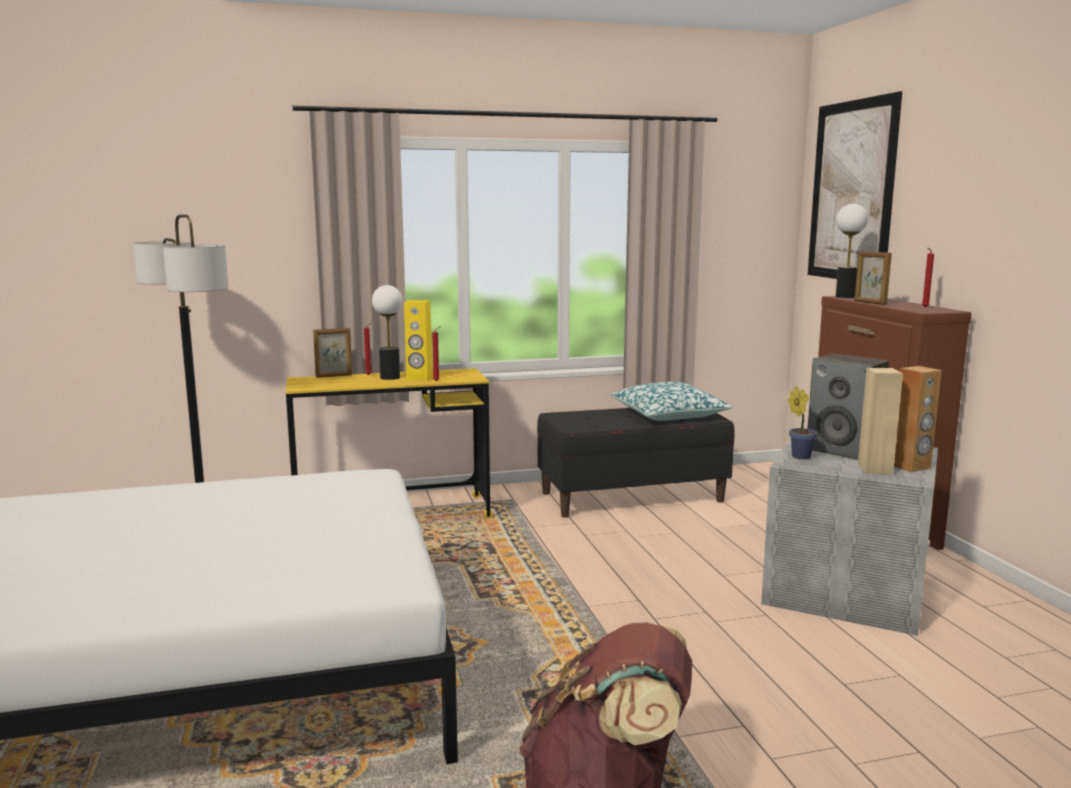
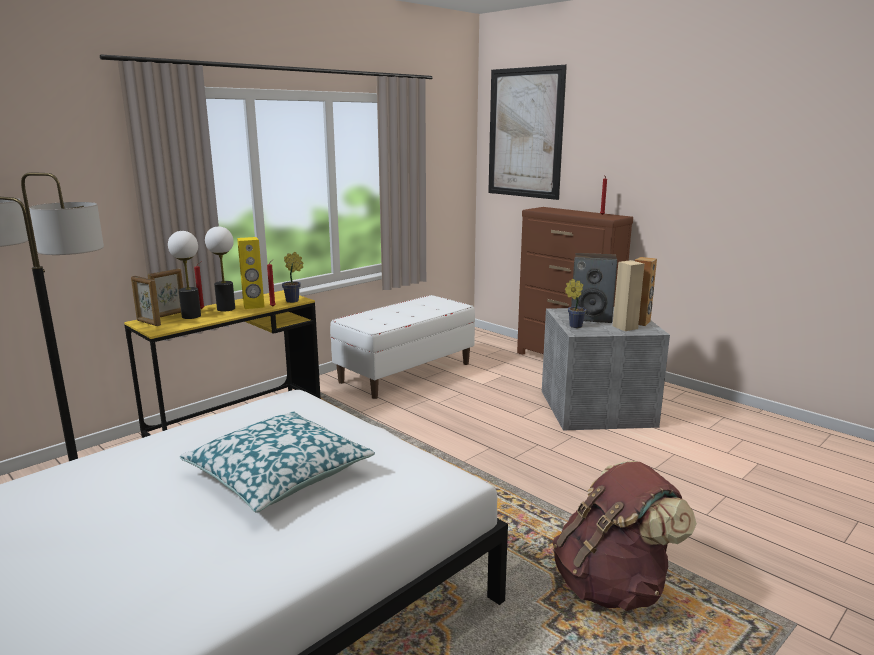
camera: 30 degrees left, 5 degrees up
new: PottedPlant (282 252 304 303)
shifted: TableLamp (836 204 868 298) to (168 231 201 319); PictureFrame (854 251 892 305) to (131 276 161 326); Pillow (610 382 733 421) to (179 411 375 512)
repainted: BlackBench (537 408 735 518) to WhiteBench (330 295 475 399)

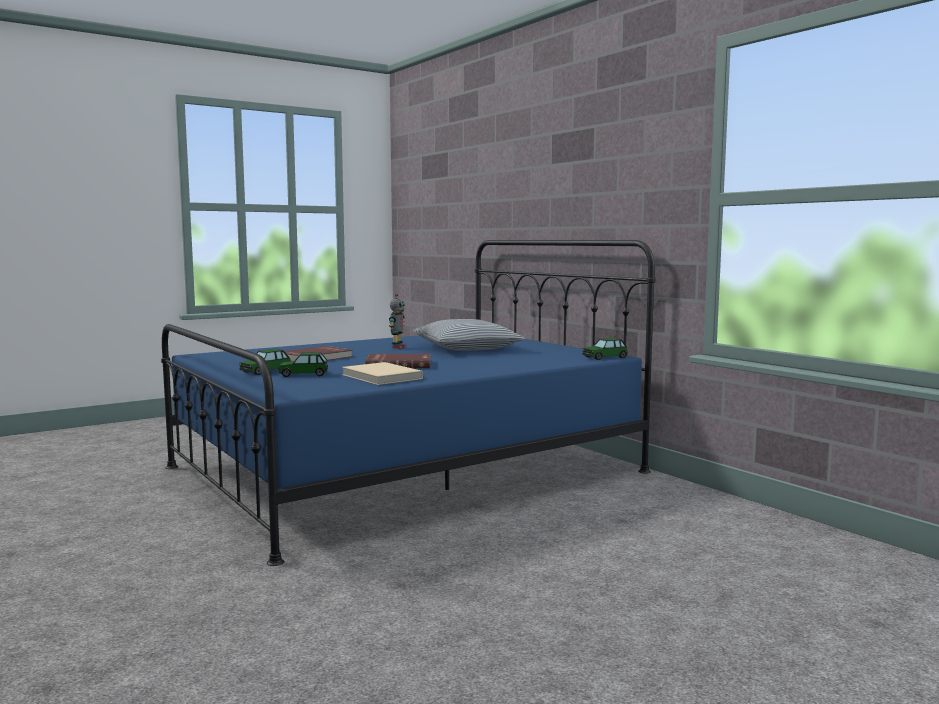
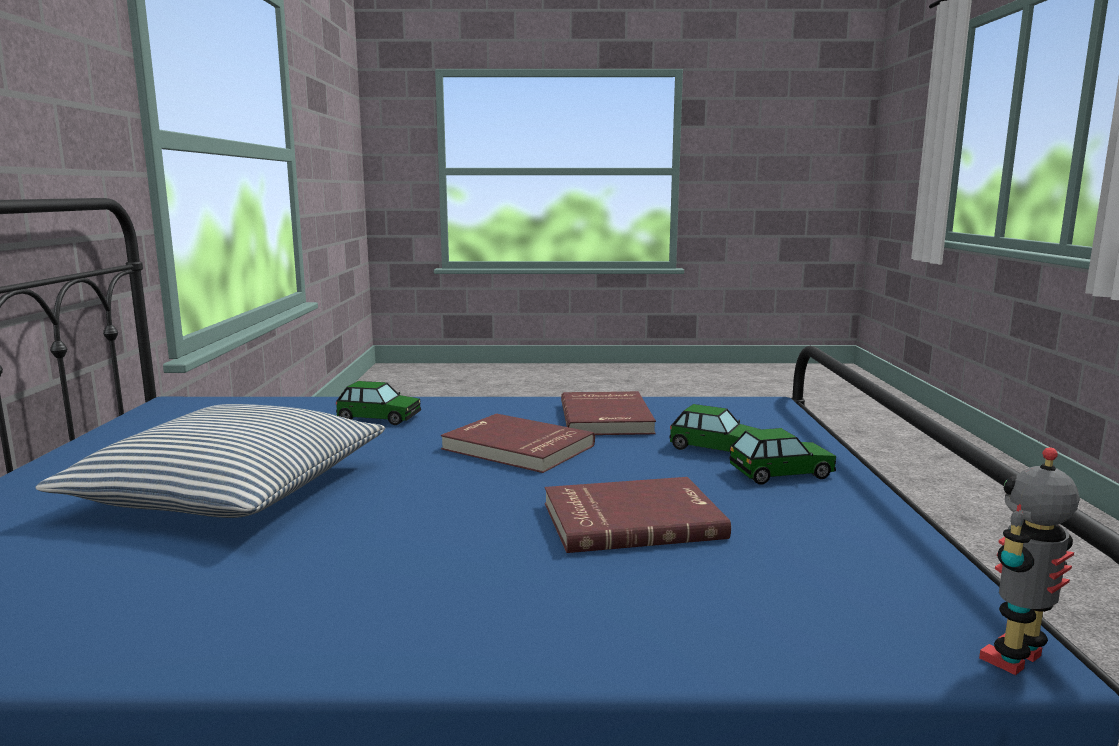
camera: 145 degrees left, 5 degrees up
shifted: ToyRobot (389 294 406 349) to (979 447 1080 675); ToyCar (582 338 628 360) to (336 381 421 425)
repainted: BeigeBook (342 362 423 385) to RedBook (561 391 656 435)

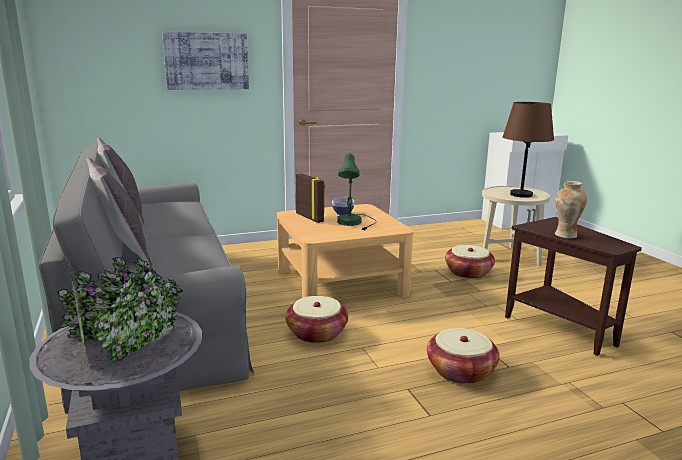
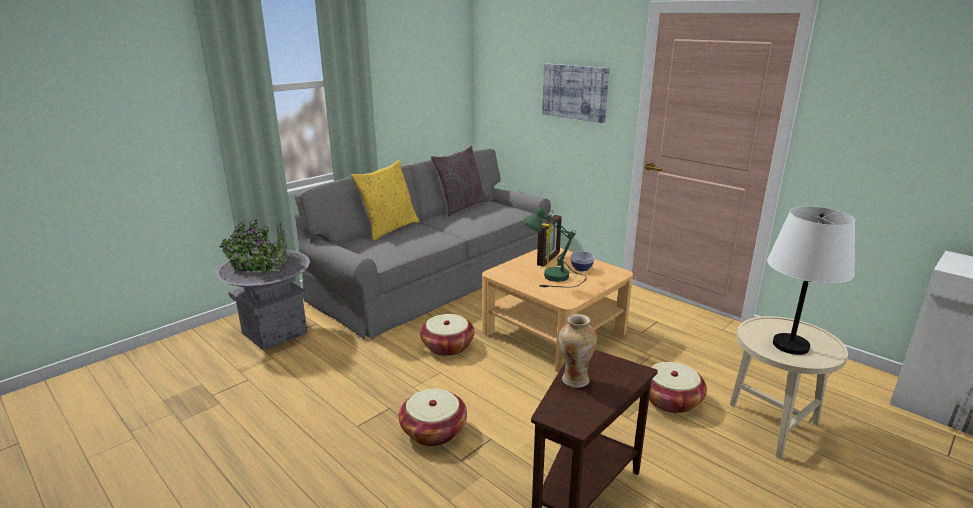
camera: 65 degrees right, 5 degrees up
repainted: BrownTableLamp (503 102 554 198) to WhiteTableLamp (767 206 855 355); GreyPillow (87 157 152 265) to YellowPillow (351 160 419 241)

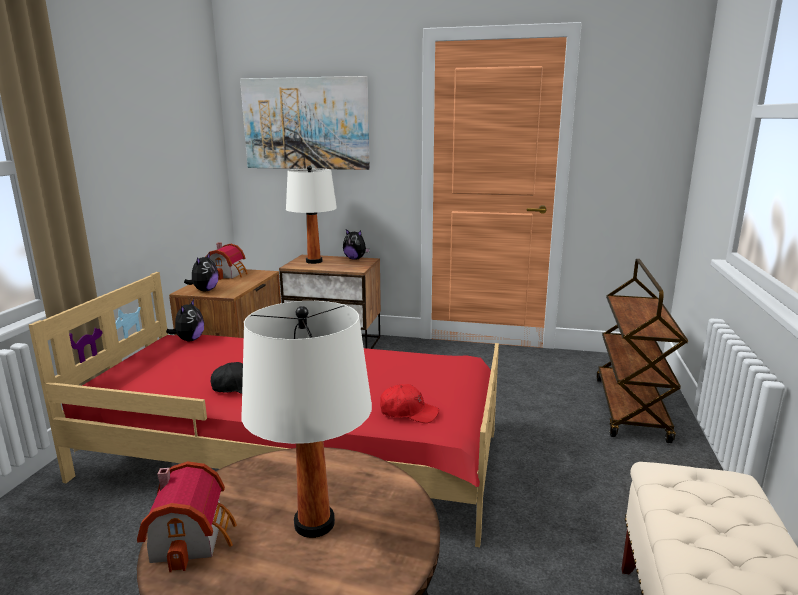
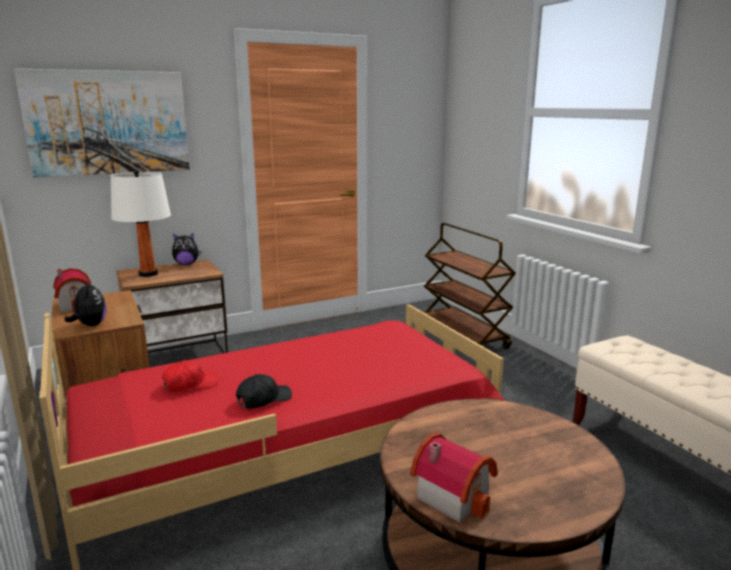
camera: 40 degrees left, 0 degrees up
gone: PlushToy (166 299 204 341); WhiteTableLamp (241 301 372 538)
shifted: RedCap (380 384 439 423) to (162 360 218 392)

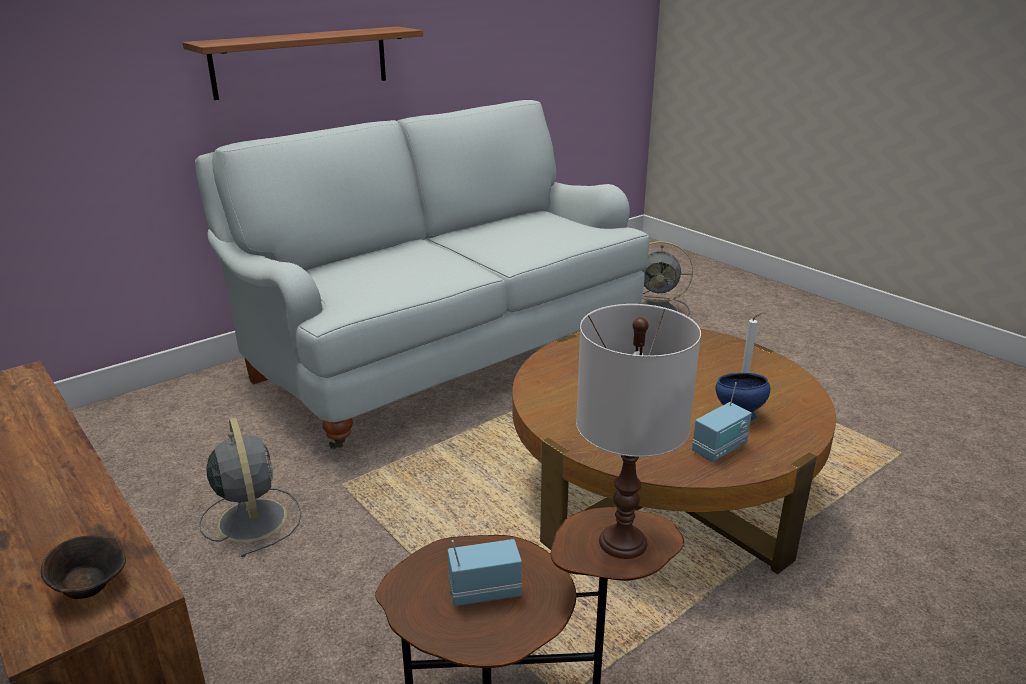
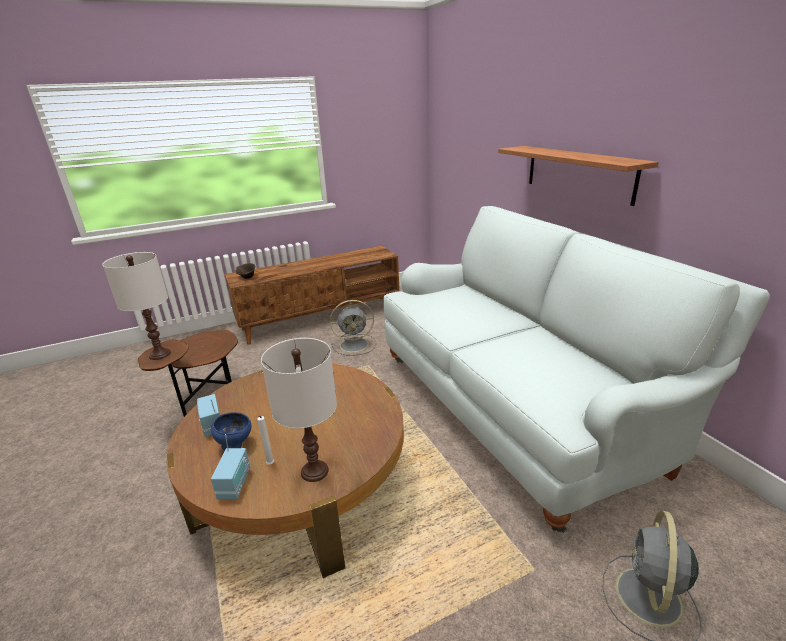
camera: 105 degrees right, 0 degrees up
new: WhiteTableLamp (261 338 337 482)
shifted: Radio (448 539 522 606) to (211 434 250 499)

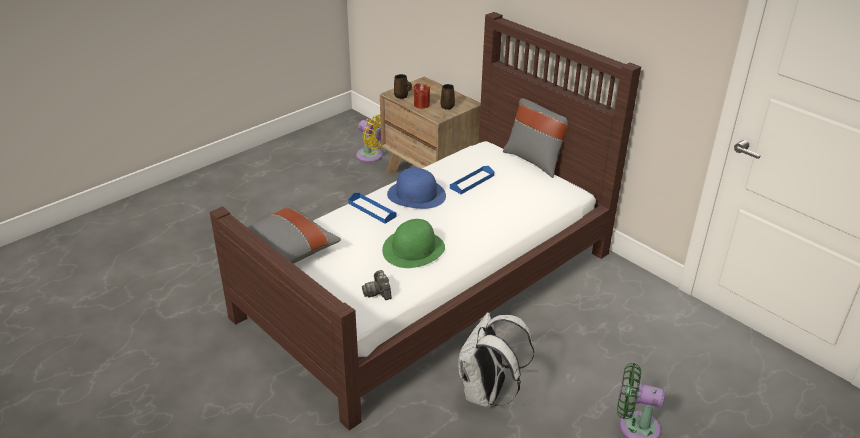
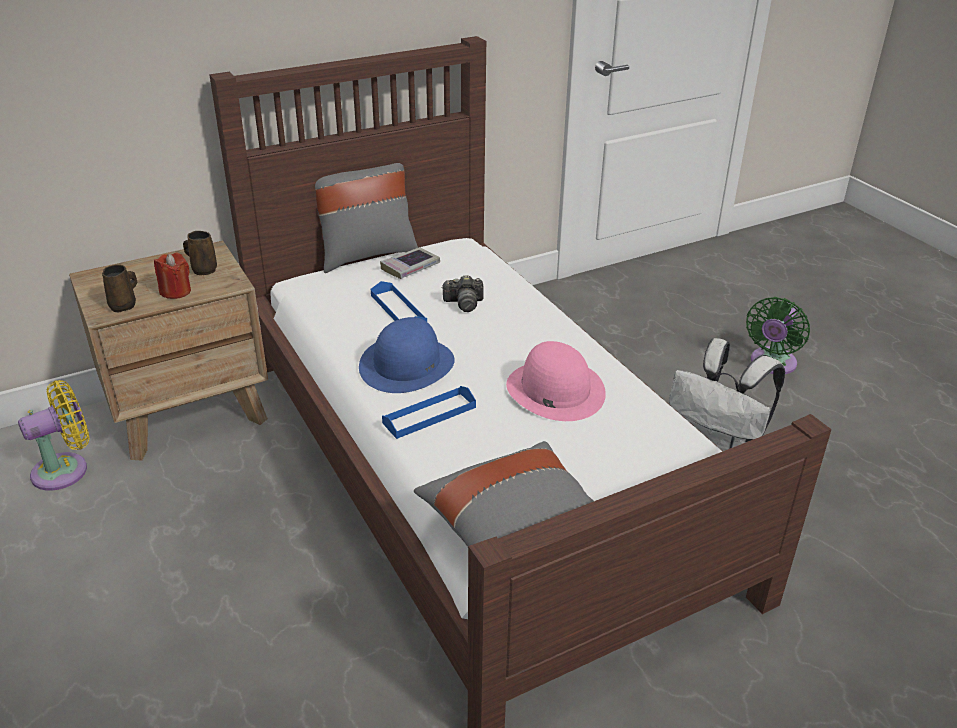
camera: 75 degrees left, 0 degrees up
new: Book (380 247 440 279)
shifted: PhotoCamera (362 270 392 300) to (441 275 484 312)
repainted: GreenHat (382 219 445 268) to PinkHat (506 341 606 421)

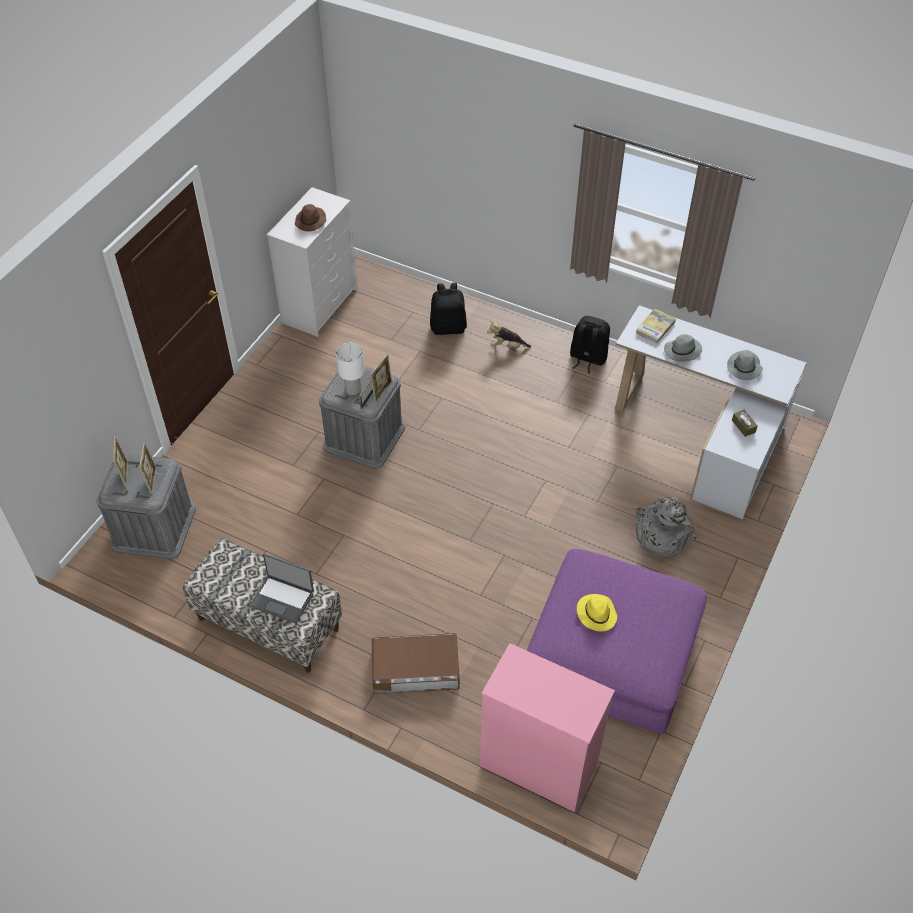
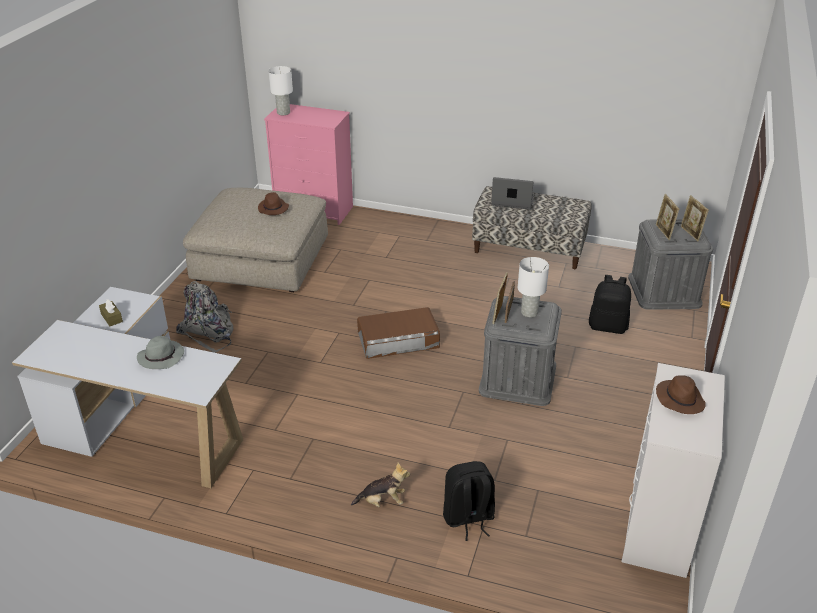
camera: 170 degrees right, 15 degrees down
gone: Book (635 309 676 344); GreyHat (727 350 763 380)
new: WhiteTableLamp (269 66 293 115)
shifted: BlackBackpack (570 316 610 374) to (589 275 631 334); BrownStorageBox (372 633 460 694) to (357 307 440 359)
repainted: PurpleOttoman (527 549 707 734) to BeigeOttoman (183 188 328 292); YellowHat (577 594 617 631) to BrownHat (258 192 289 215)

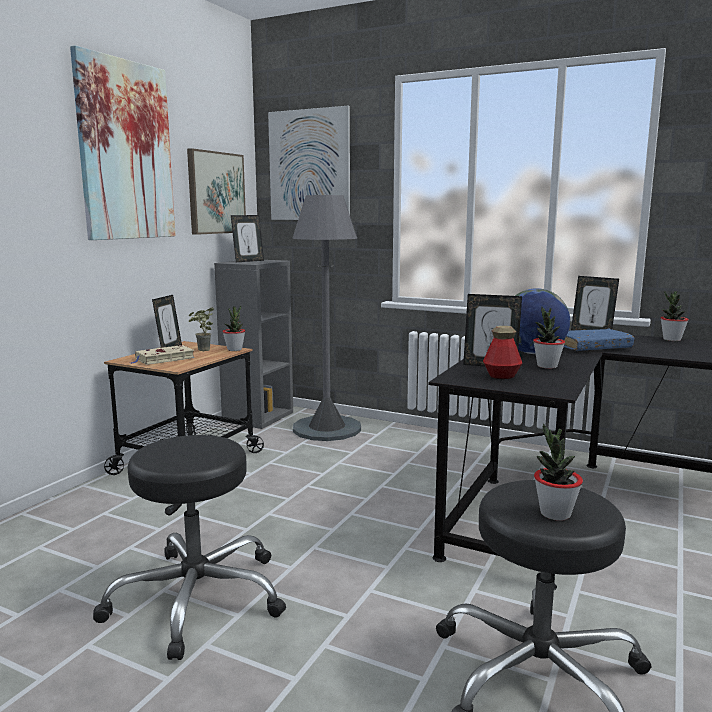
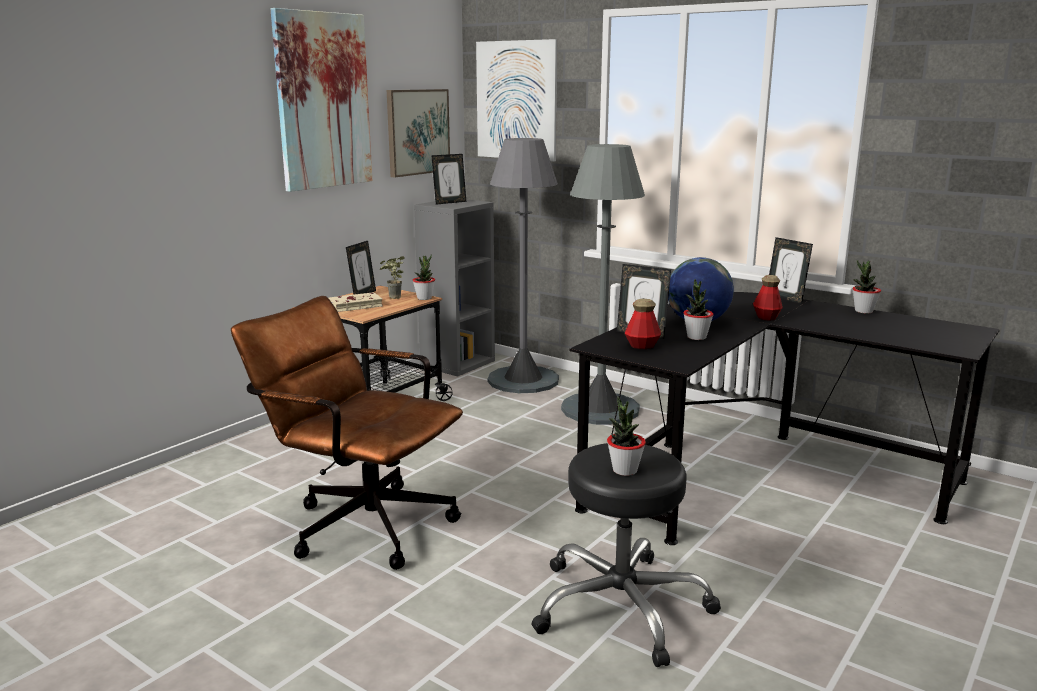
camera: 10 degrees right, 5 degrees up
new: GreyFloorLamp (561 144 645 425)
swapped: BlueBook (564 329 635 351) to Bottle (753 275 783 321); BlackStool (93 435 286 660) to BrownOfficeChair (231 296 463 570)

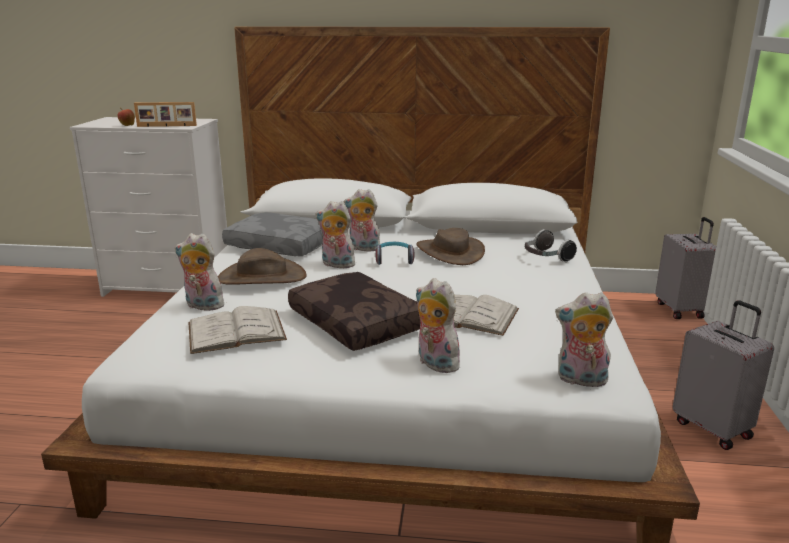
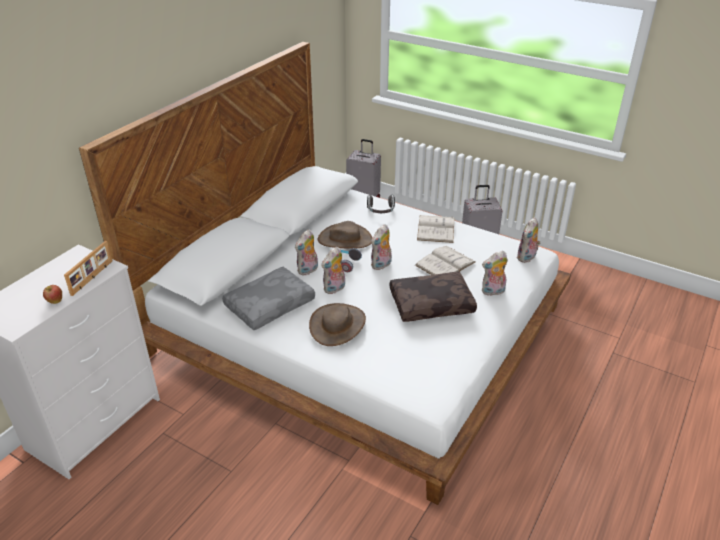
camera: 65 degrees left, 15 degrees up
shifted: PlushToy (175 233 229 311) to (371 224 392 270); WhiteBook (188 306 287 354) to (417 215 454 243)

